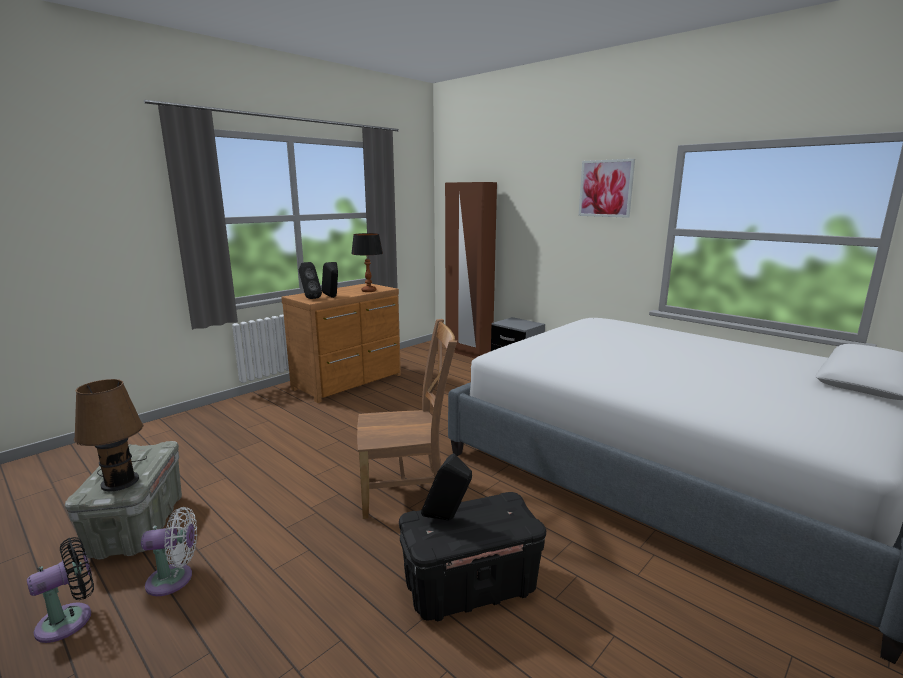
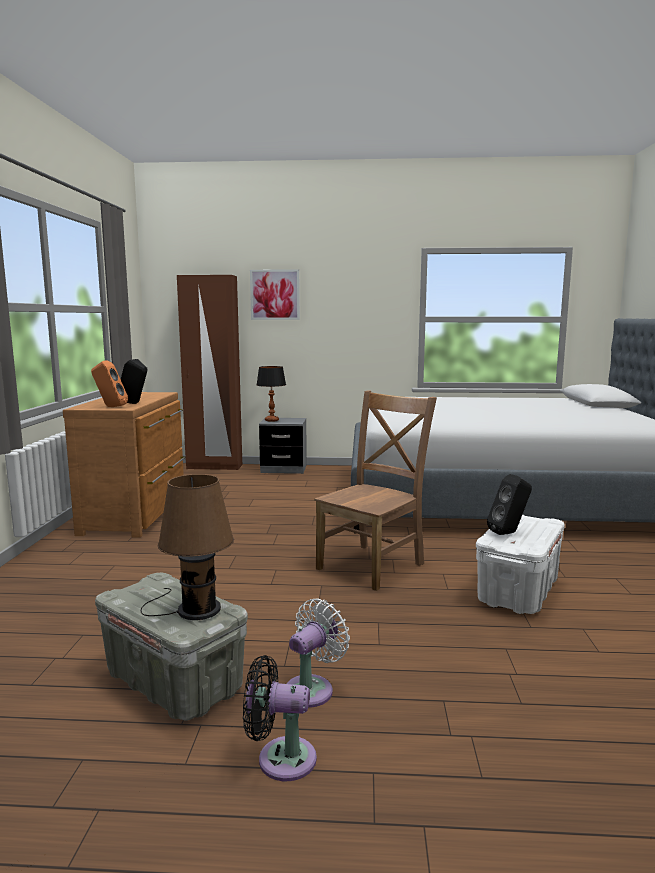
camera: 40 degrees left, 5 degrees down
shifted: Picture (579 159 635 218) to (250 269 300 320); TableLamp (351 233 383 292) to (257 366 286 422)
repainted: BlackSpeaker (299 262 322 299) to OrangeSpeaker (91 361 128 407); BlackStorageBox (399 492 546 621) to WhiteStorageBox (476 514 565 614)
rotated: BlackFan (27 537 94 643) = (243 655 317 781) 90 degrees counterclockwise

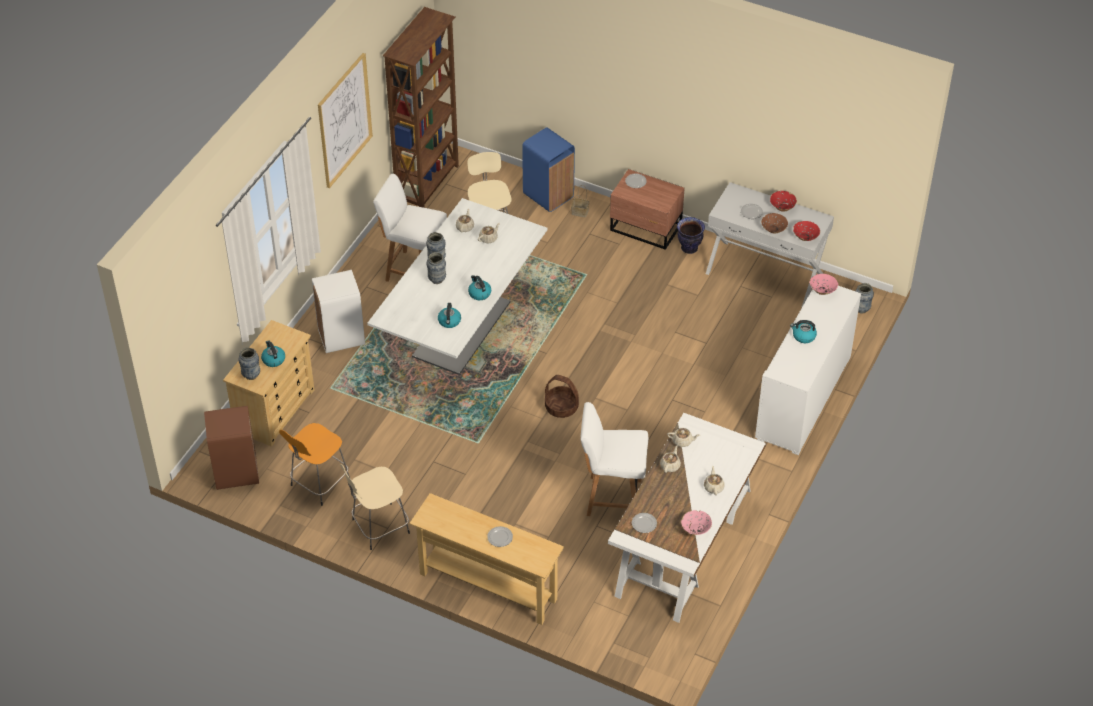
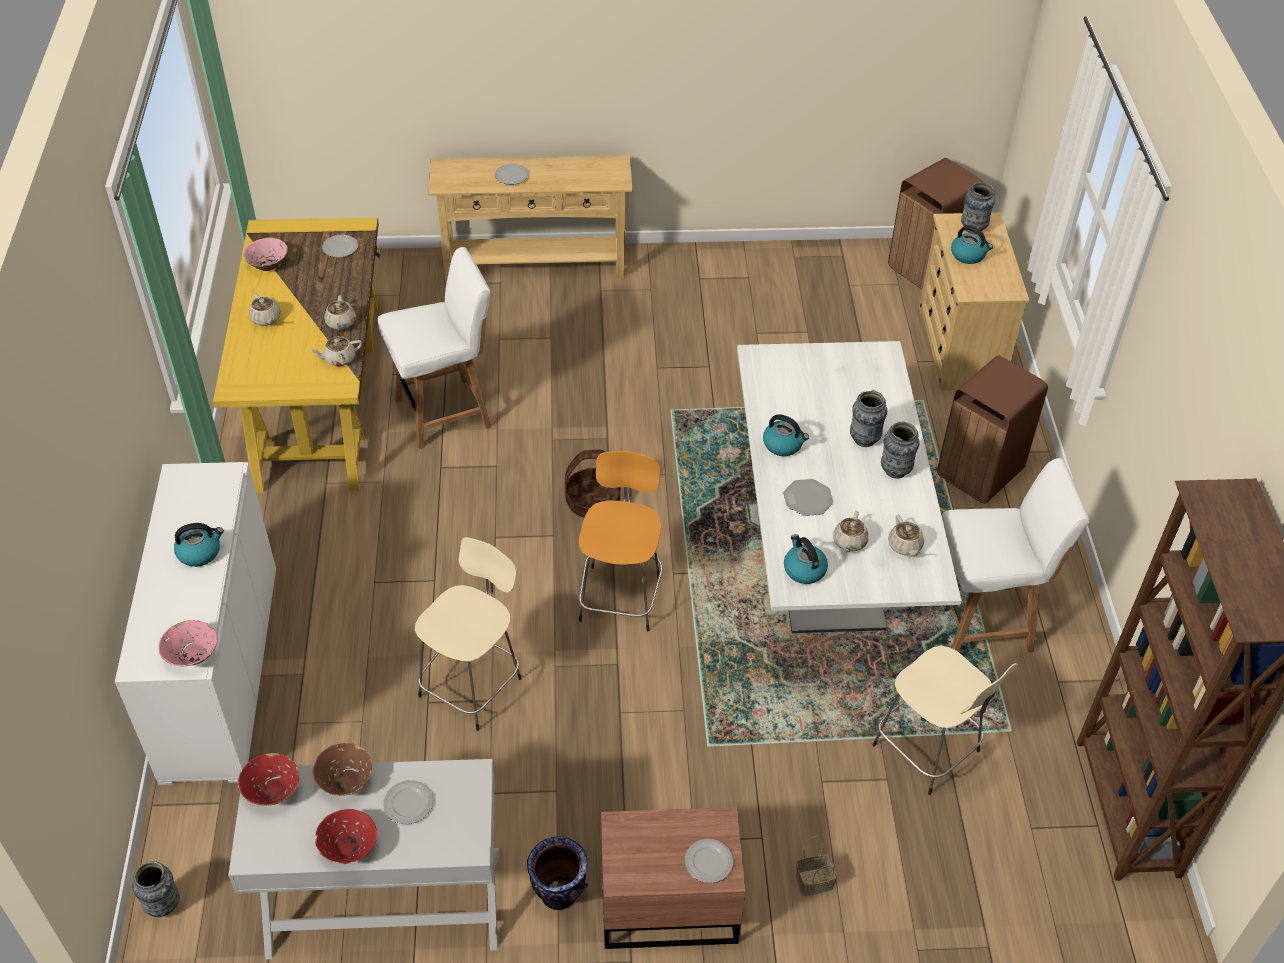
camera: 150 degrees right, 0 degrees up
gone: Picture (318 53 373 188); BlueTrashCan (522 127 575 212)
new: Plate (783 479 833 516)
shifted: Kettle (438 303 461 328) to (784 534 828 584); OrangeStool (279 423 350 506) to (579 451 662 631); BeigeStool (340 464 410 550) to (415 537 522 731)
repainted: WhiteTrashCan (312 270 365 353) to BrownTrashCan (937 355 1048 504); WhiteDesk (608 413 766 623) to YellowDesk (213 218 381 493)

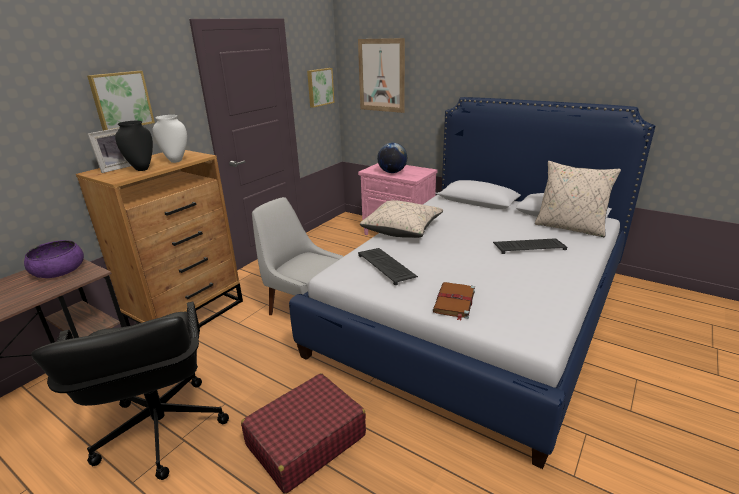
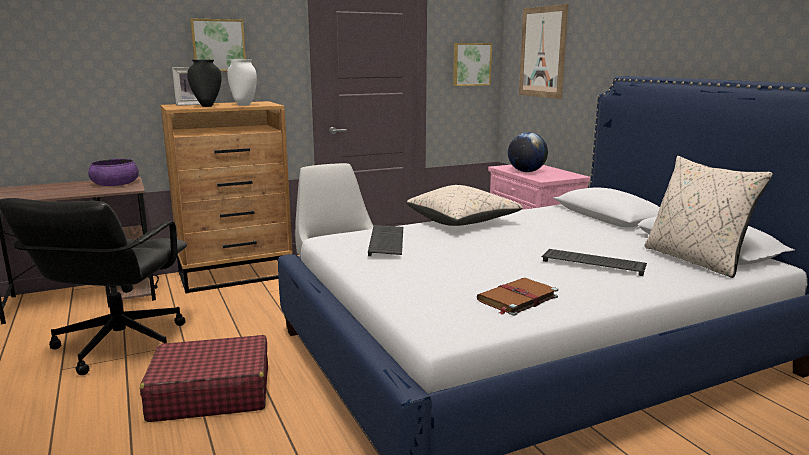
camera: 30 degrees right, 10 degrees down
shifted: BrownBook (433 282 475 320) to (477 278 558 316)

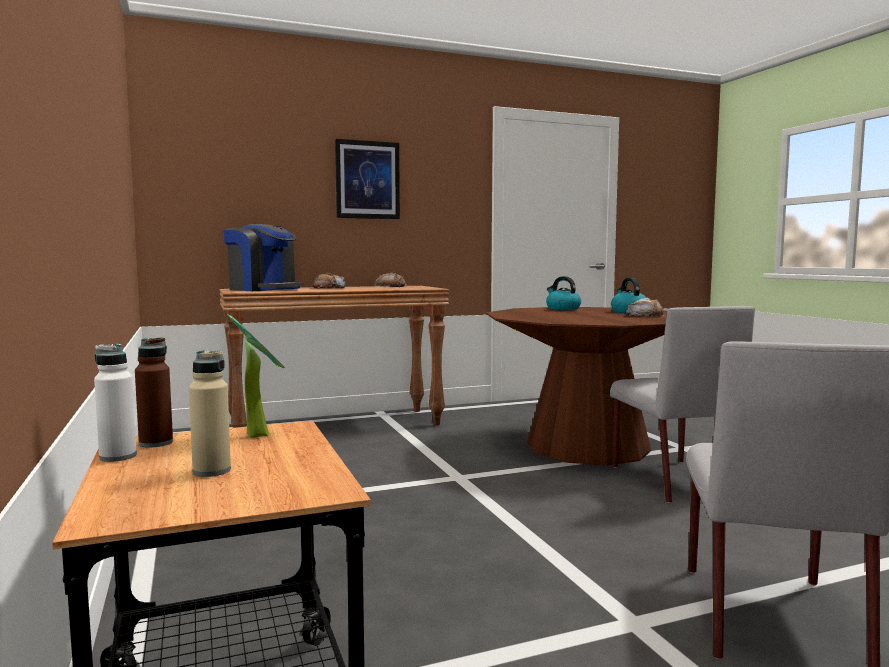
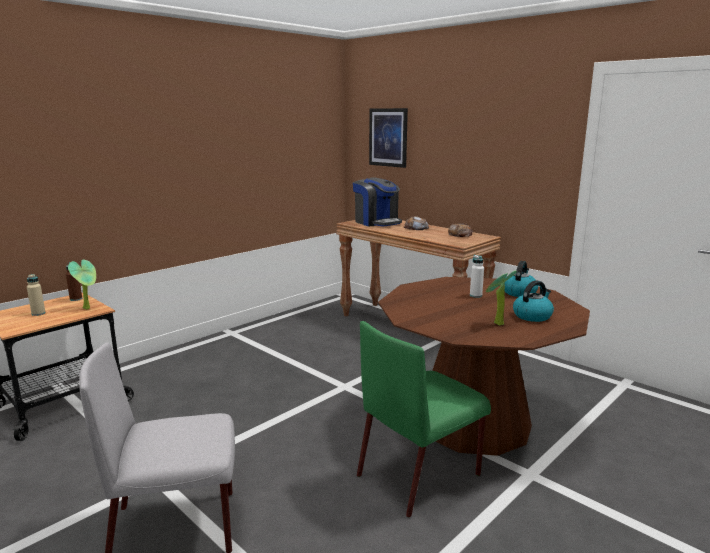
camera: 65 degrees right, 10 degrees up
shifted: Picture (335 139 400 219) to (369 108 408 168); WhiteBottle (94 344 137 462) to (470 255 484 298)
swapped: Bread (626 298 664 317) to PottedPlant (486 271 517 326)
repainted: GreyChair (610 306 755 503) to GreenChair (357 321 491 518)
rotated: CoffeeMachine (223 224 302 291) = (353 177 402 226) 45 degrees counterclockwise

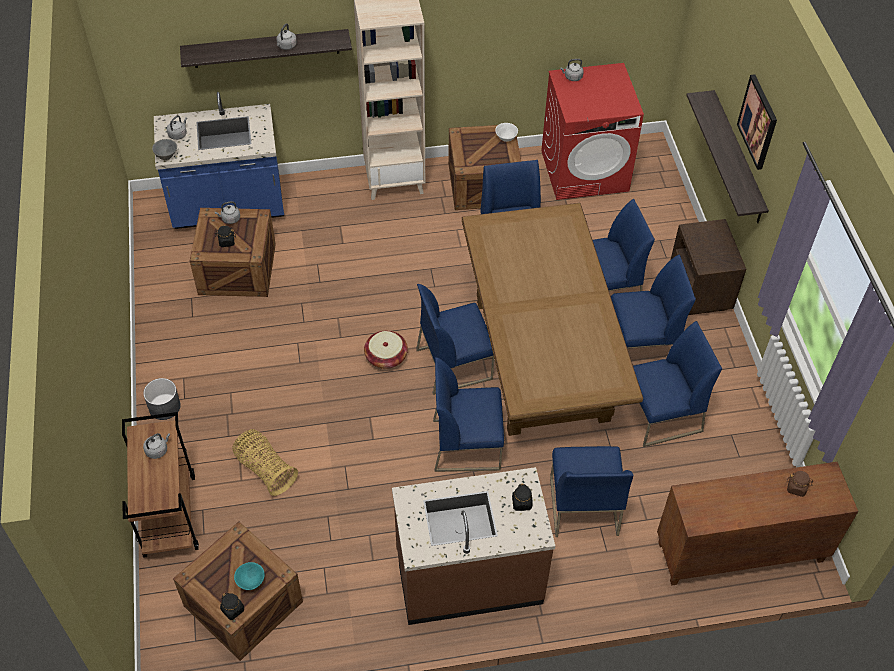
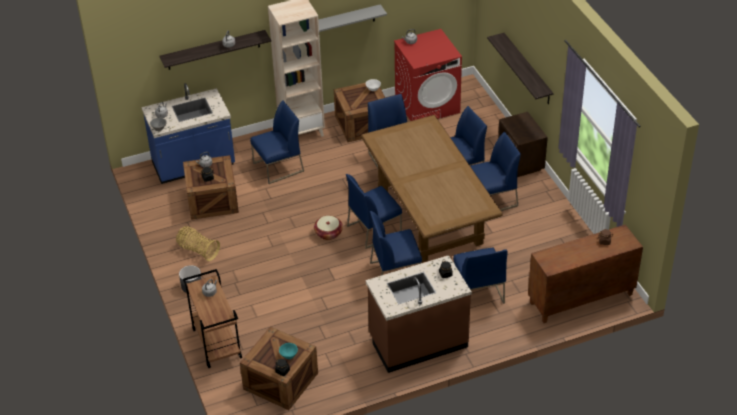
camera: 10 degrees left, 10 degrees down
gone: Picture (737 74 777 170)
new: GreyShelf (319 4 387 32)
shifted: BlueChair (633 321 722 447) to (250 101 304 184); Basket (233 429 298 496) to (176 226 220 261)

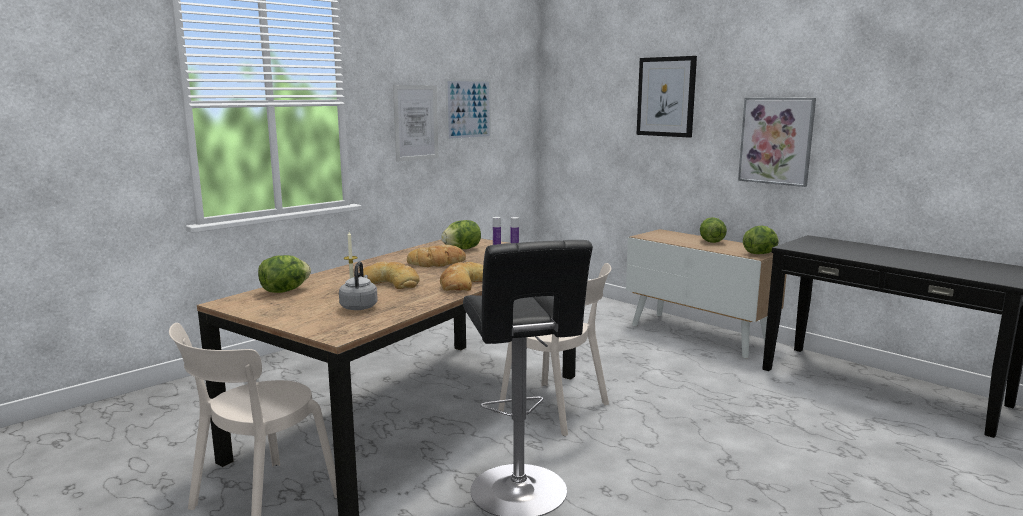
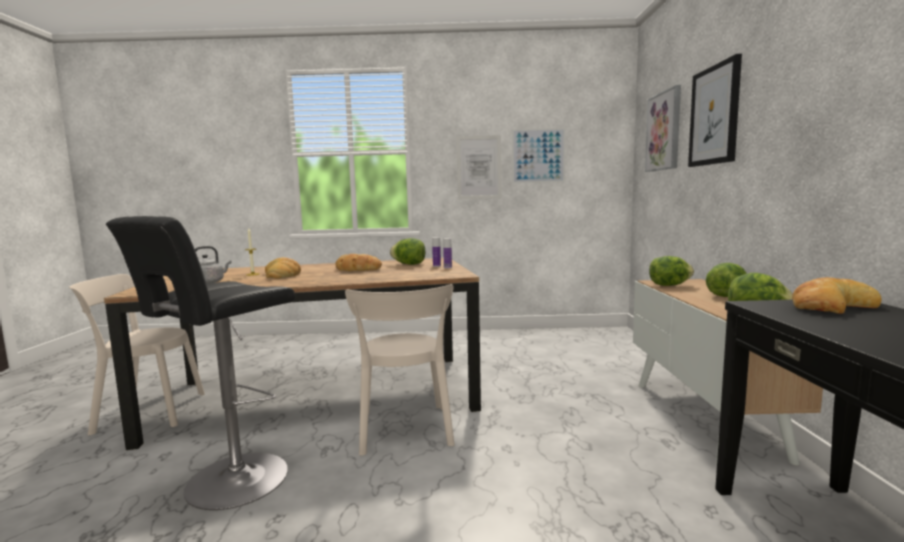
camera: 45 degrees right, 5 degrees down
shifted: Picture (738 97 816 187) to (645 85 681 172); Lettuce (258 255 311 293) to (649 256 694 286); Bread (440 262 483 291) to (792 277 882 314)

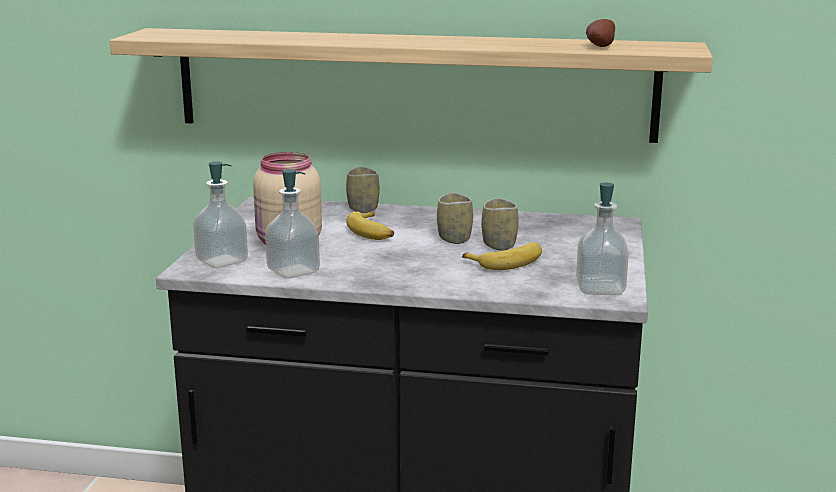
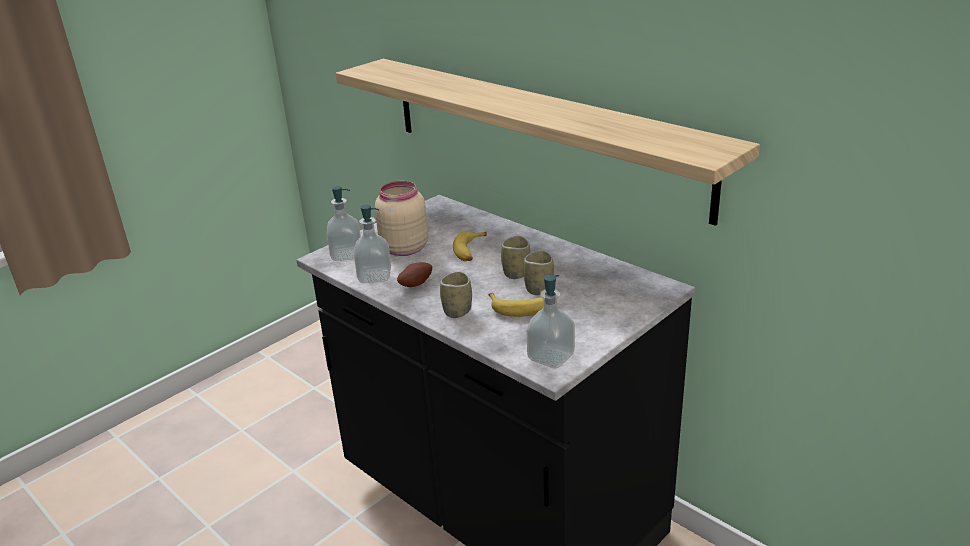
camera: 35 degrees right, 10 degrees up
shifted: Potato (586 19 615 47) to (397 262 432 287); Cup (346 167 380 213) to (440 271 472 318)

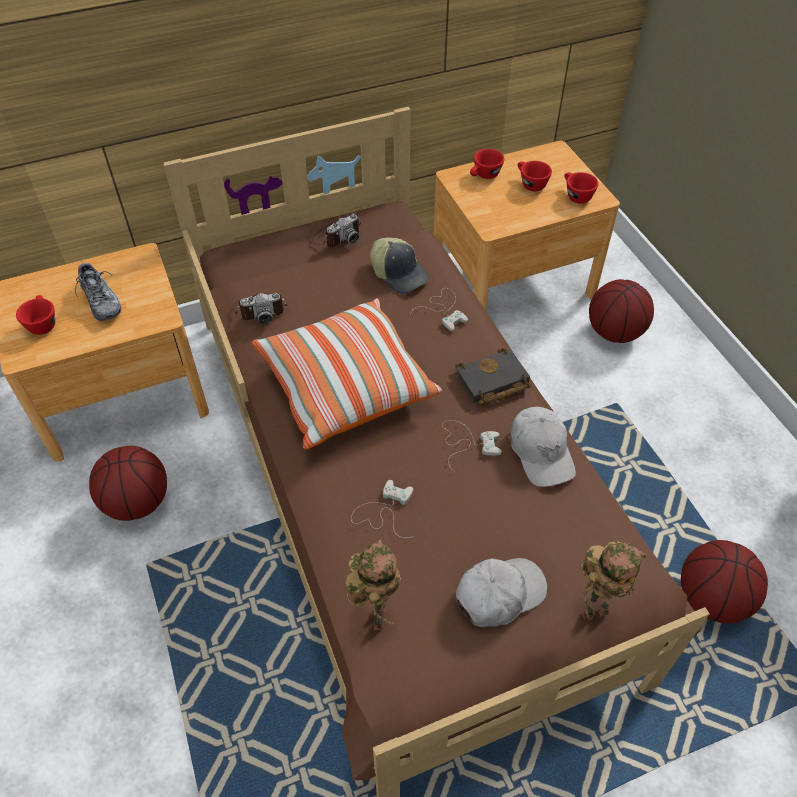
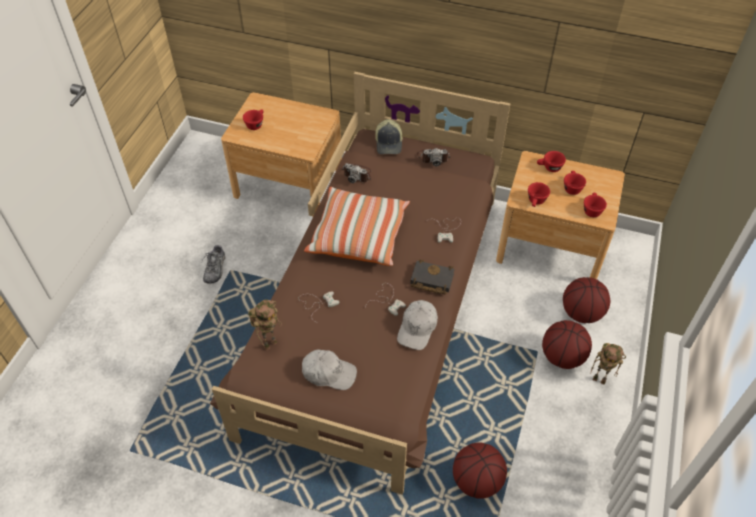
camera: 40 degrees right, 0 degrees up
new: RedCup (528 182 550 207)
shifted: Cap (370 237 429 294) to (375 119 403 154); Shoe (75 260 121 321) to (202 245 225 284); Basketball (89 446 167 521) to (542 320 592 369); ToyRobot (581 541 646 620) to (591 343 626 385)

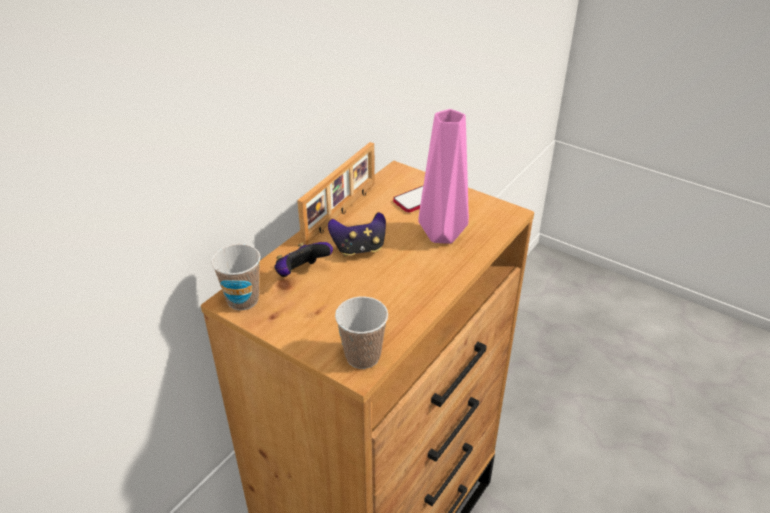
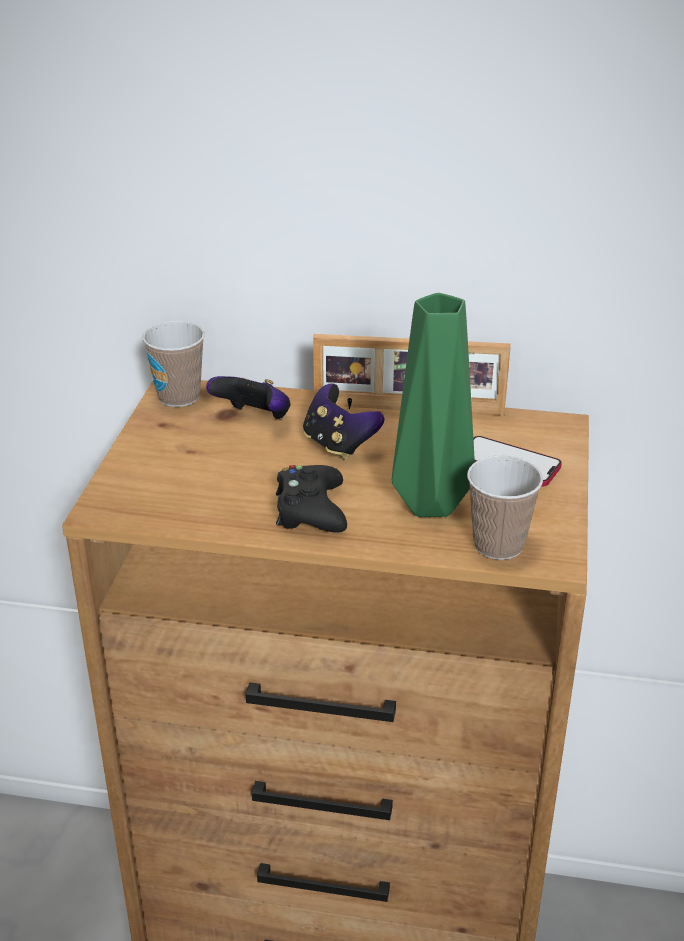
camera: 65 degrees right, 5 degrees down
new: BlackGameController (276 465 347 533)
shifted: Cup (335 297 388 369) to (467 455 543 560)
repainted: PinkVase (418 109 469 244) to GreenVase (392 293 475 517)

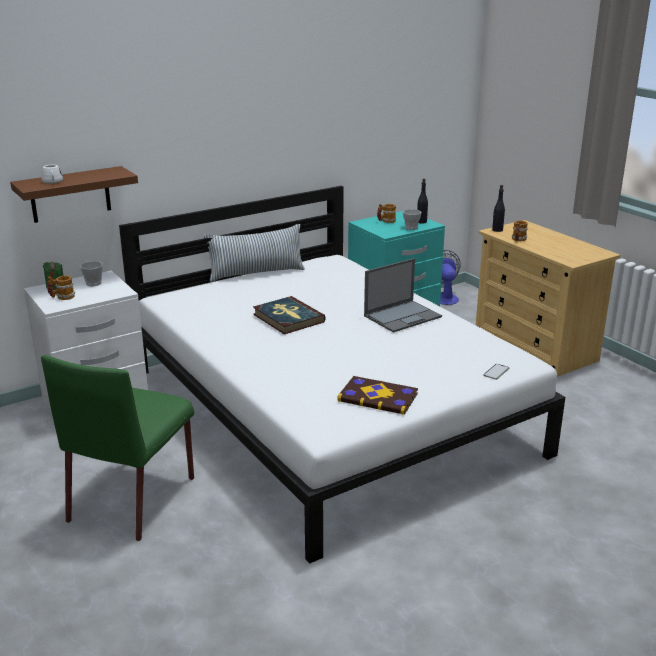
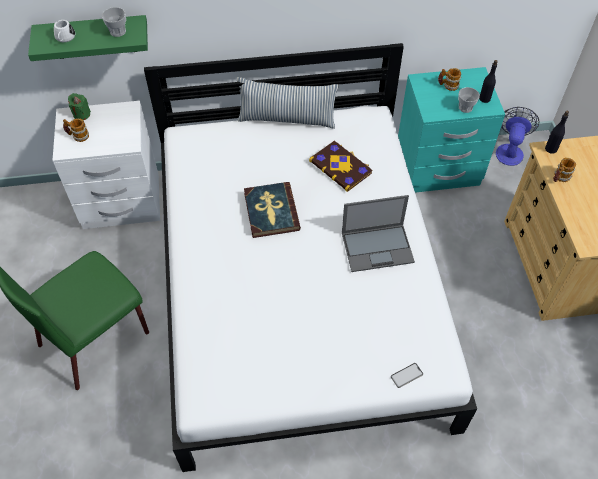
camera: 25 degrees right, 30 degrees up
shifted: Cup (80 261 103 286) to (102 7 126 37); Book (337 376 418 415) to (309 141 373 192)
repainted: BrownShelf (10 166 138 223) to GreenShelf (28 15 148 61)

